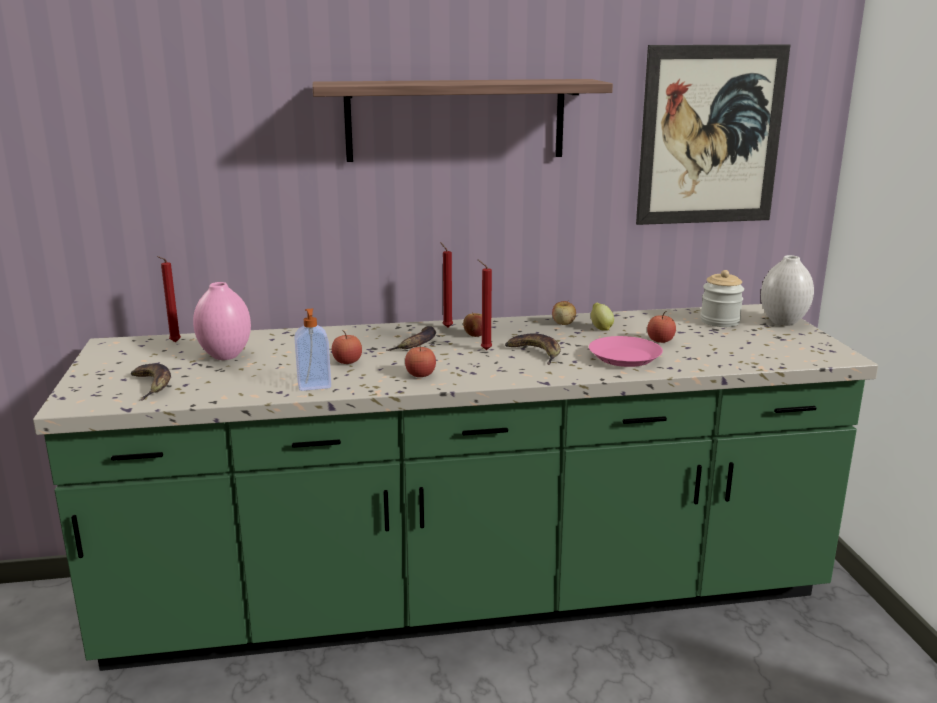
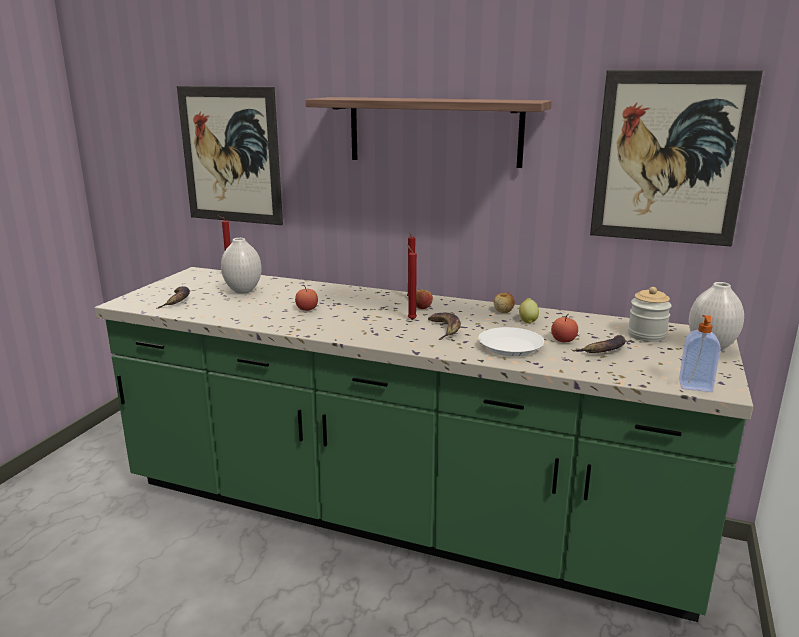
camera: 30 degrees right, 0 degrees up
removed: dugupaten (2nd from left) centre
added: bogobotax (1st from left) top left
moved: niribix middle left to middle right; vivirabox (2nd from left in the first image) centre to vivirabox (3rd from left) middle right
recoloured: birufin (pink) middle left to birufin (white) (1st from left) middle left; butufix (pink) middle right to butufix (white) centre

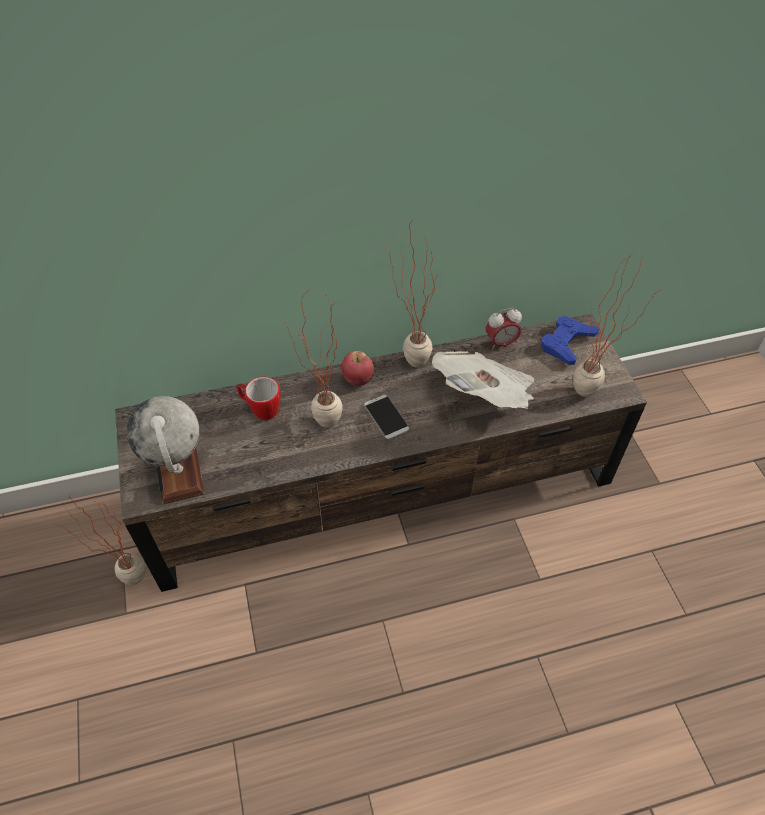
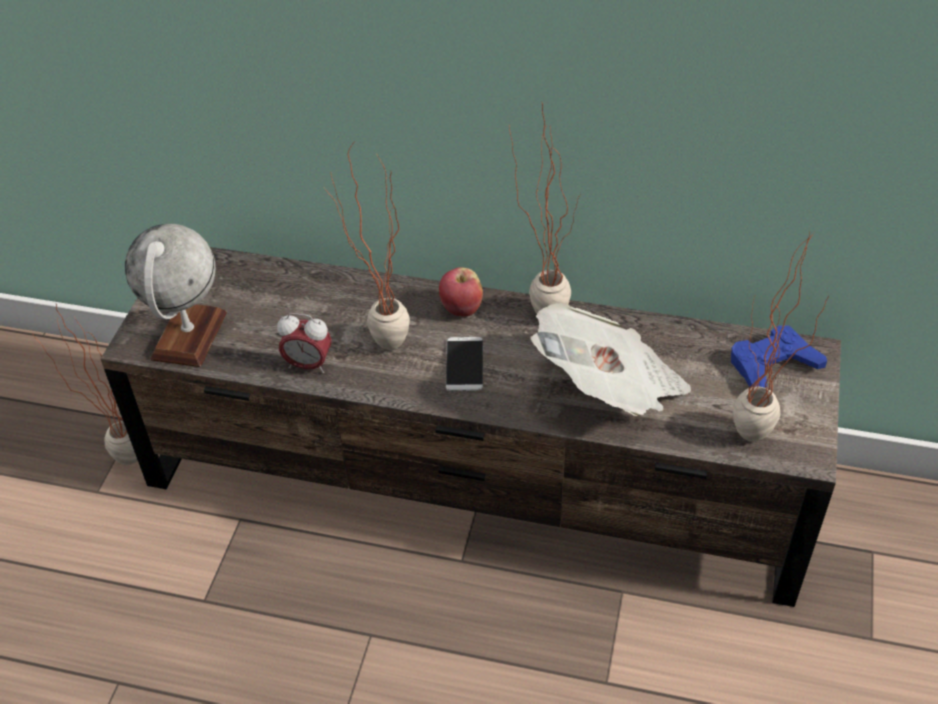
camera: 30 degrees right, 5 degrees down
removed: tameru centre
moved: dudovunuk centre to middle left

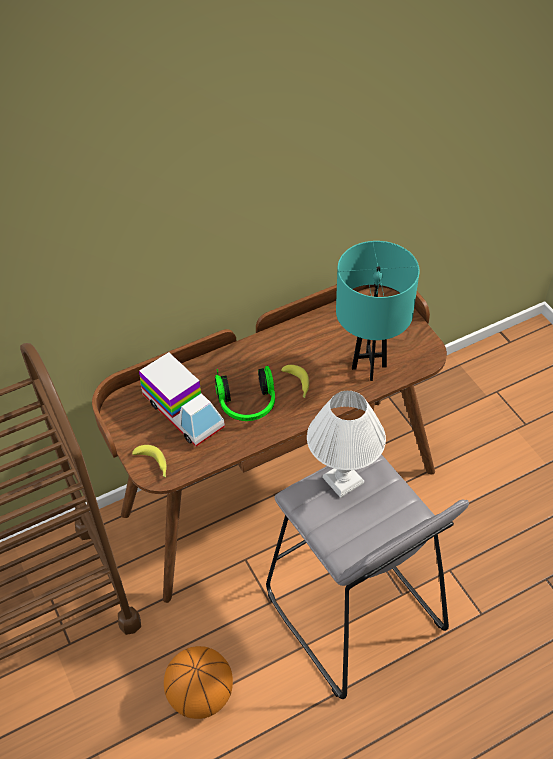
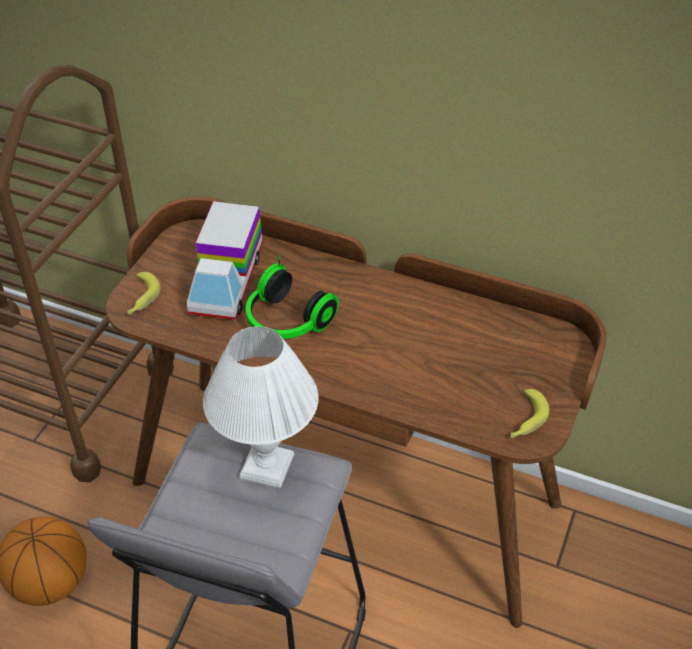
camera: 50 degrees right, 5 degrees down
removed: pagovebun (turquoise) middle right
moved: vivirabox (2nd from left) centre to middle right

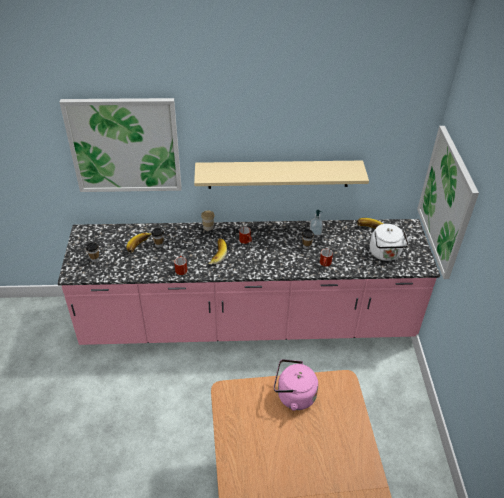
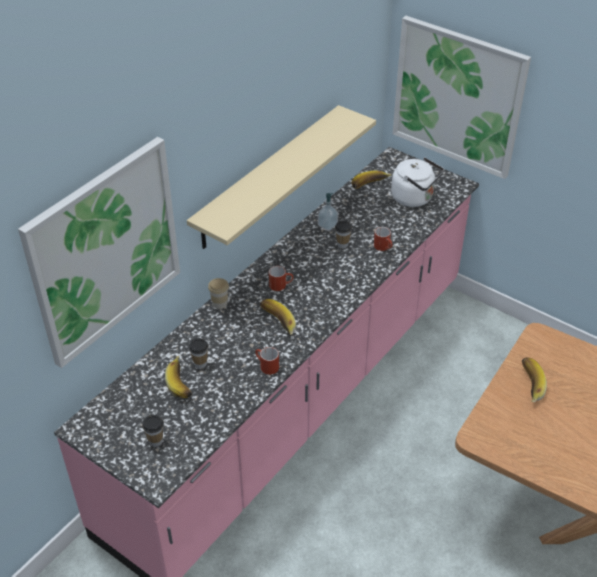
camera: 50 degrees left, 0 degrees up
replaced: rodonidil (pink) bottom centre to vivirabox (4th from left) middle right

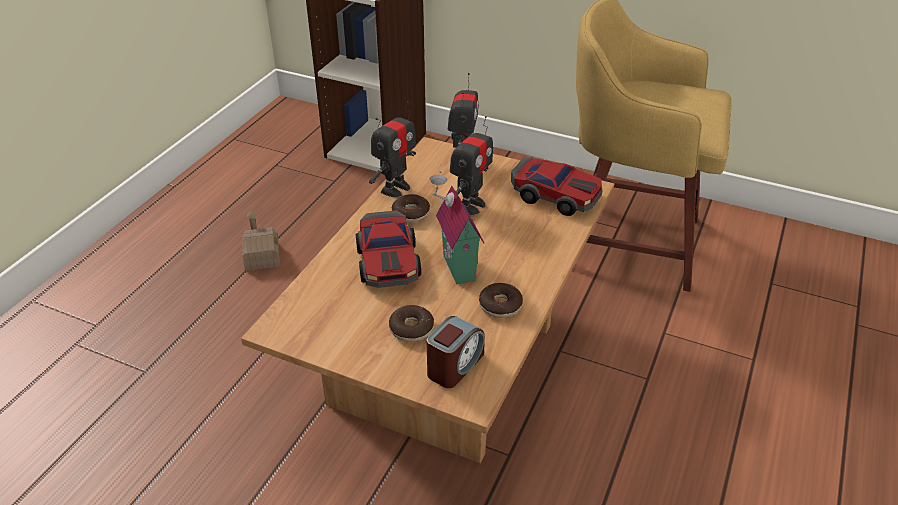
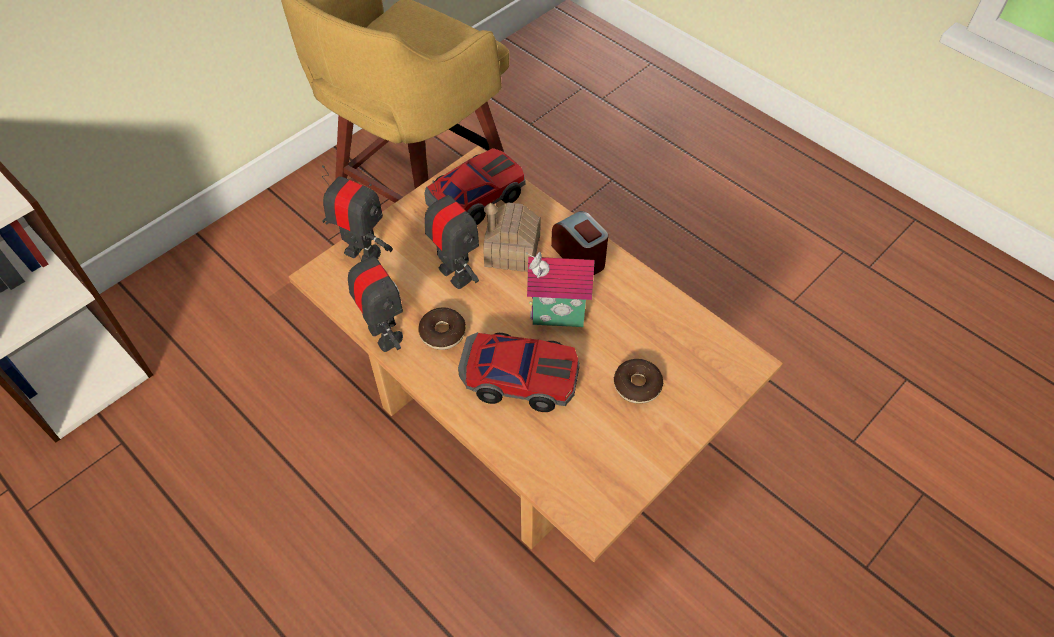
camera: 70 degrees left, 15 degrees up
removed: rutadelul (3rd from left) centre
moved: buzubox (1st from left) middle left to centre; dudovunuk bottom centre to centre

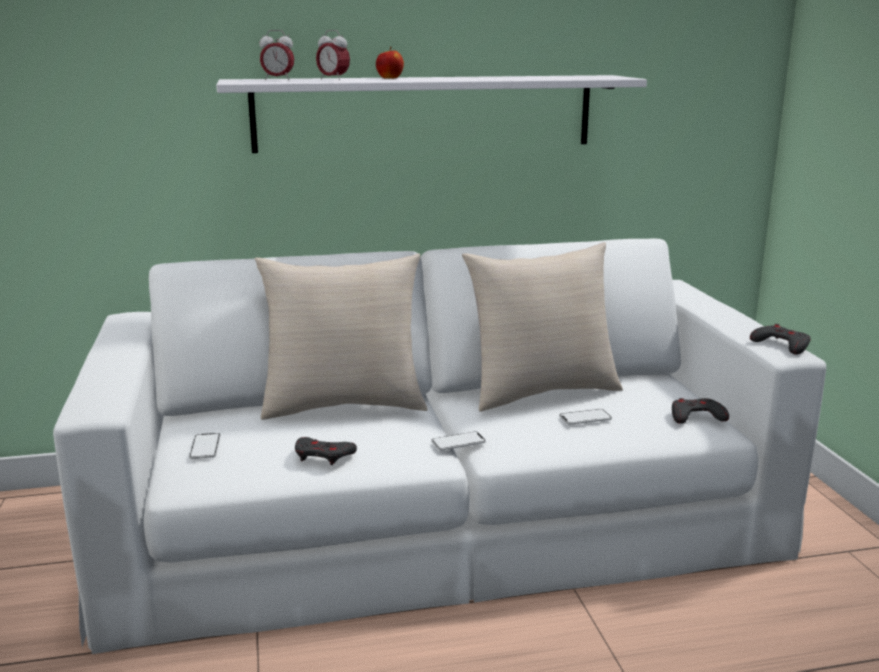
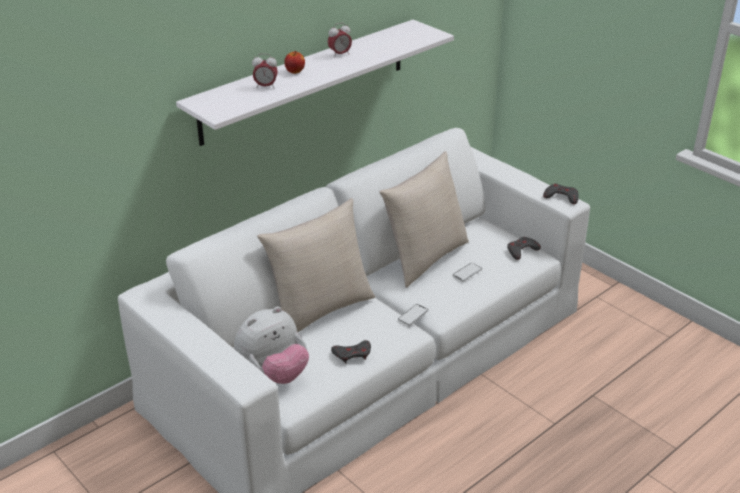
camera: 30 degrees left, 15 degrees up
moved: dudovunuk (1st from left in the first image) top left to dudovunuk (2nd from left) top centre
replaced: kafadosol (1st from left) middle left to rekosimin bottom centre

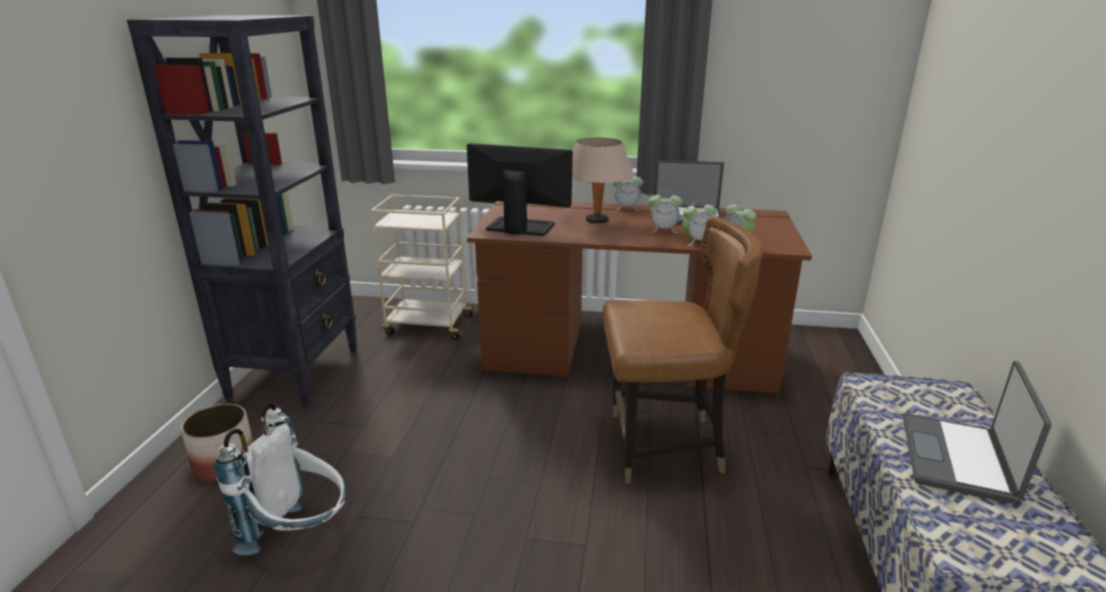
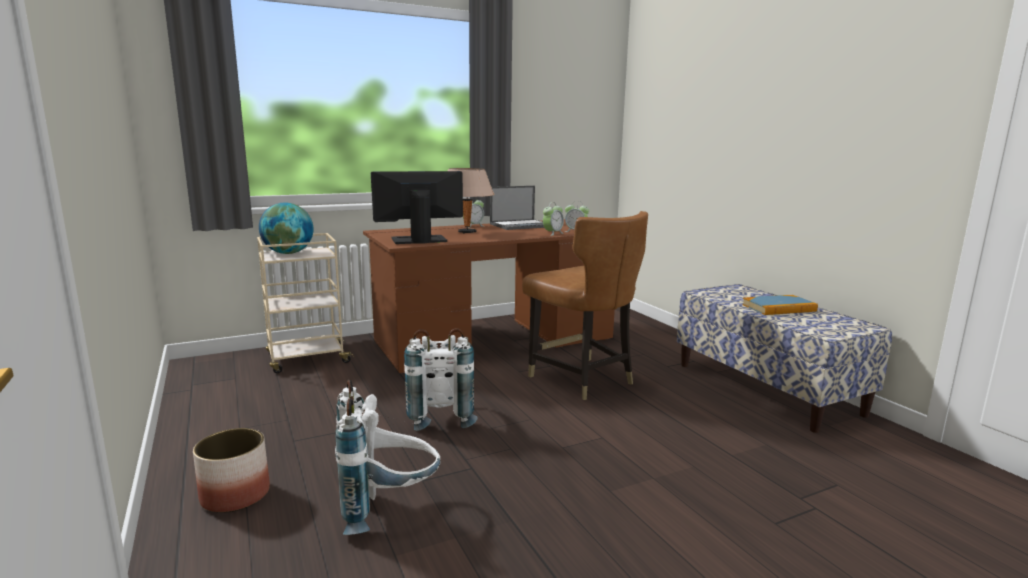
camera: 35 degrees left, 10 degrees down
removed: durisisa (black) middle left; dudovunuk (2nd from left) centre
added: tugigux middle left; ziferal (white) (2nd from left) centre
replaced: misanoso (2nd from left) bottom right to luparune middle right
turned: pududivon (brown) centre = centre 90 degrees clockwise

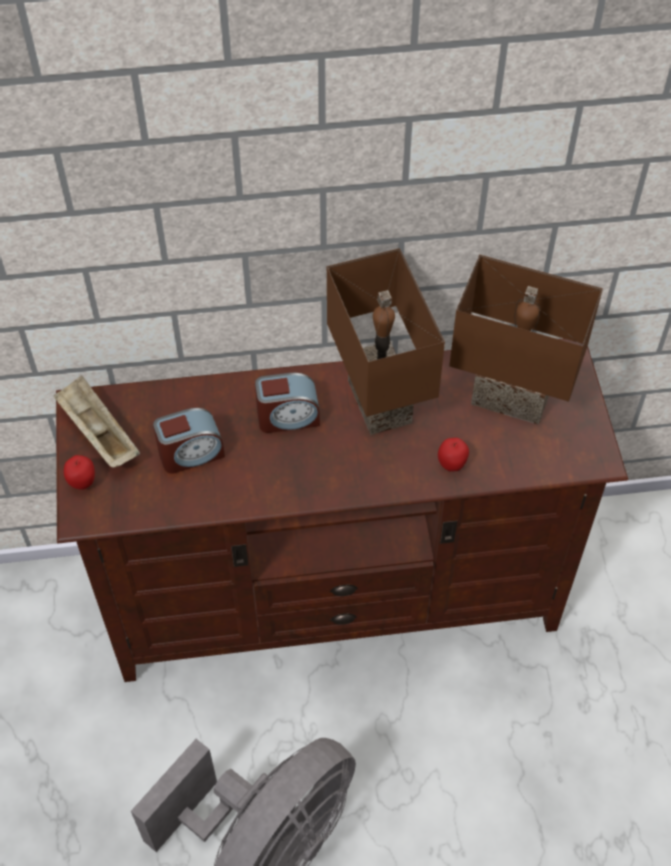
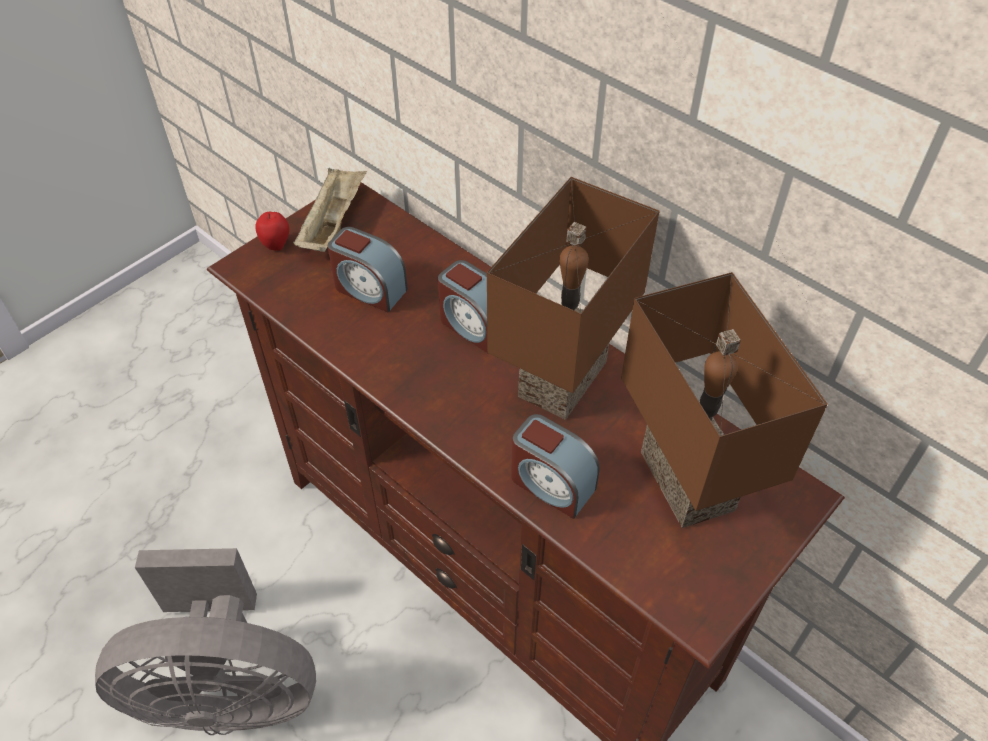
camera: 50 degrees right, 5 degrees down
replaced: dugupaten (2nd from left) middle right to dudovunuk (3rd from left) centre

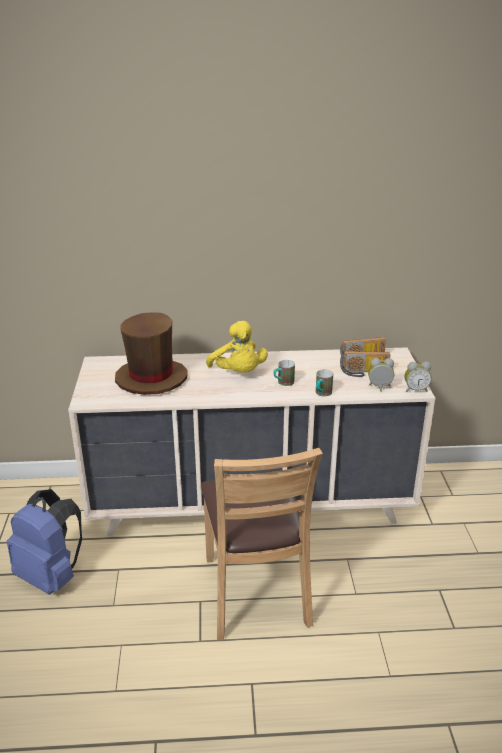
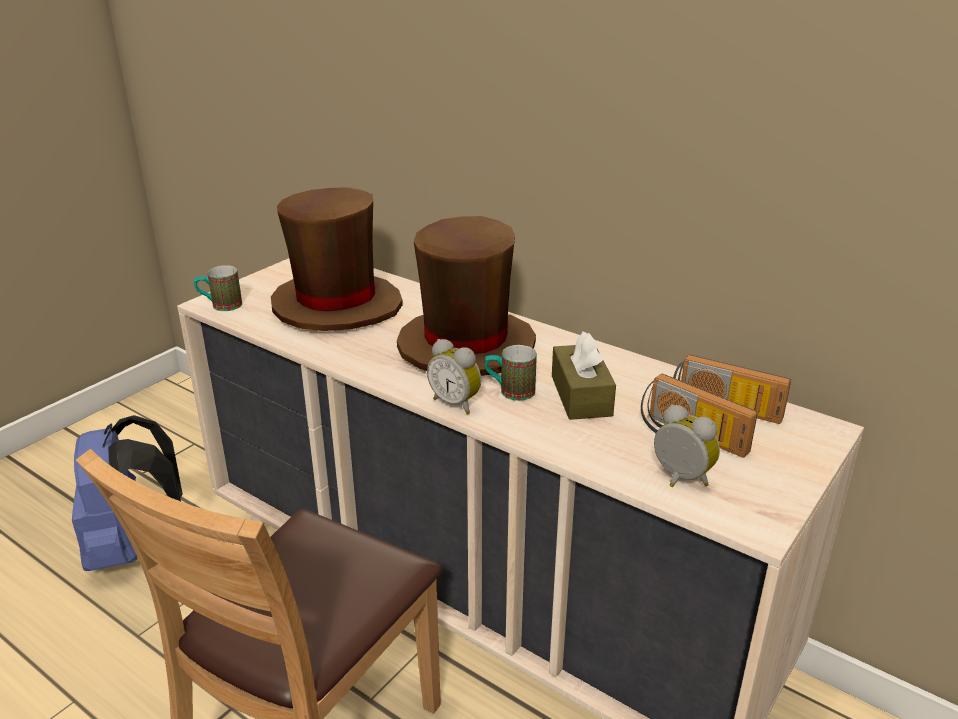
camera: 40 degrees right, 0 degrees up
added: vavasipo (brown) centre
moved: tameru (2nd from left in the first image) centre to tameru (1st from left) middle left; dudovunuk (2nd from left in the first image) middle right to dudovunuk (1st from left) centre
replaced: rekosimin (yellow) centre to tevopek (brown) (2nd from left) centre

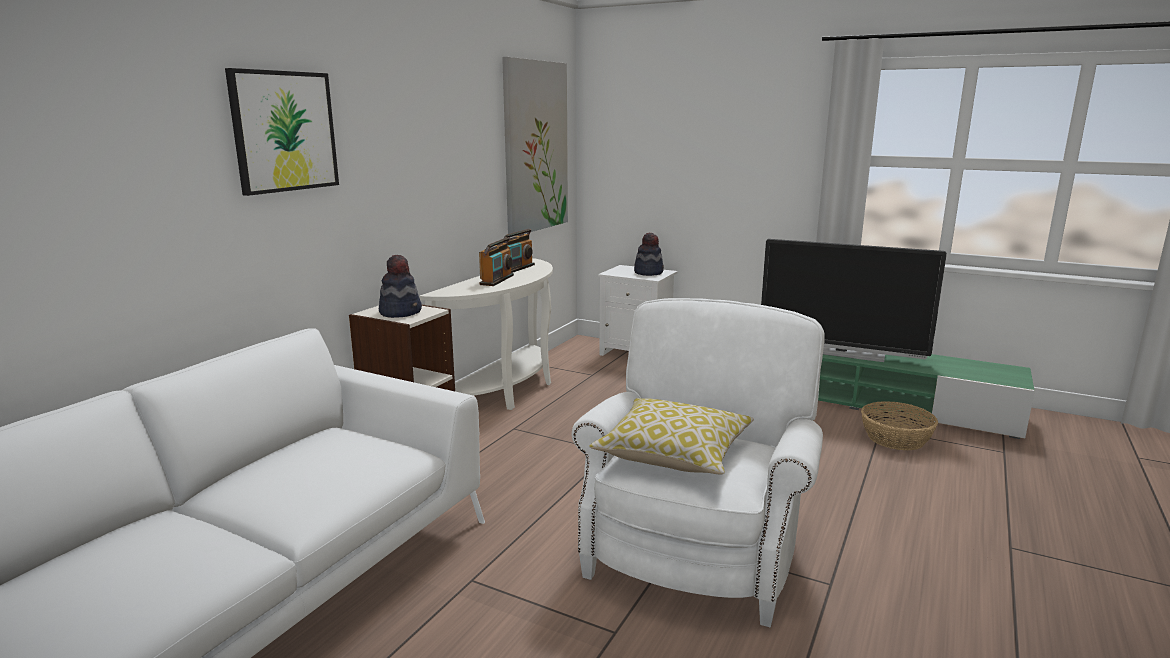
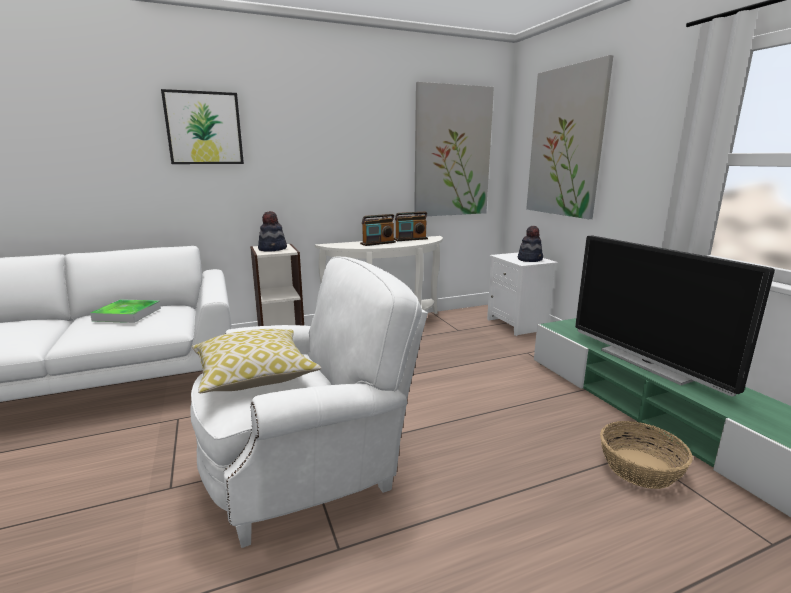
camera: 40 degrees right, 0 degrees up
added: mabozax middle left; bogobotax (3rd from left) top right

